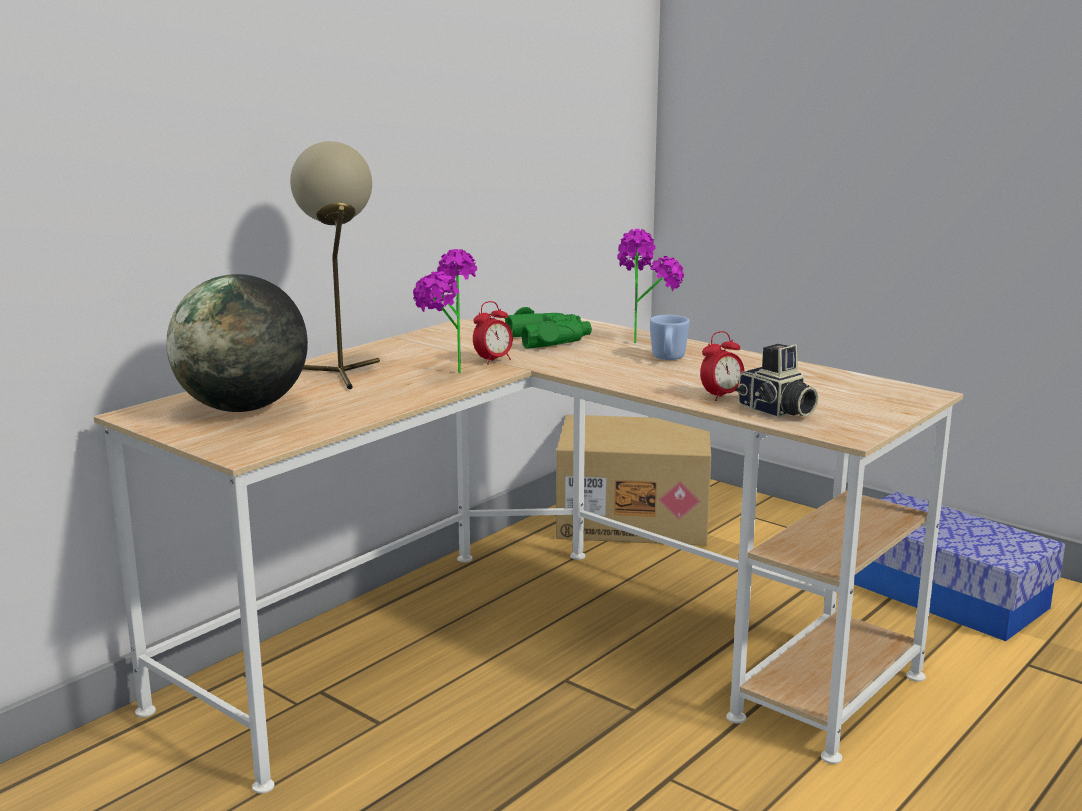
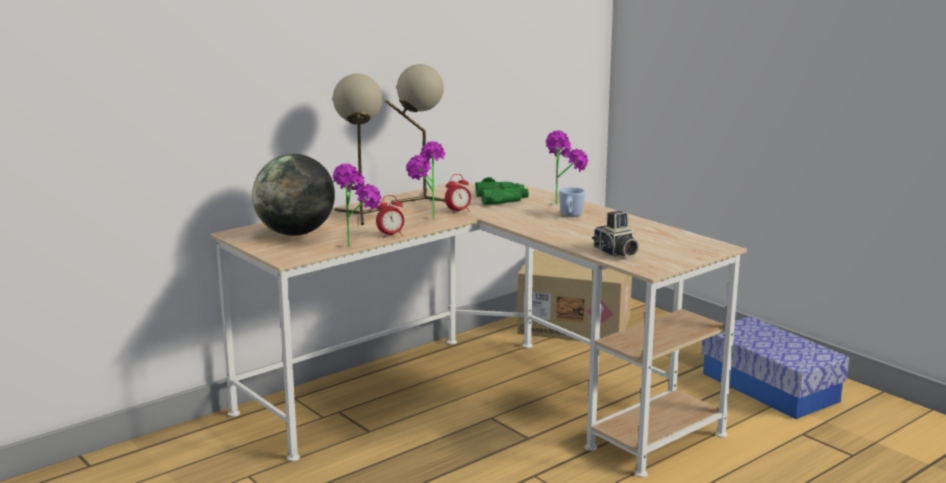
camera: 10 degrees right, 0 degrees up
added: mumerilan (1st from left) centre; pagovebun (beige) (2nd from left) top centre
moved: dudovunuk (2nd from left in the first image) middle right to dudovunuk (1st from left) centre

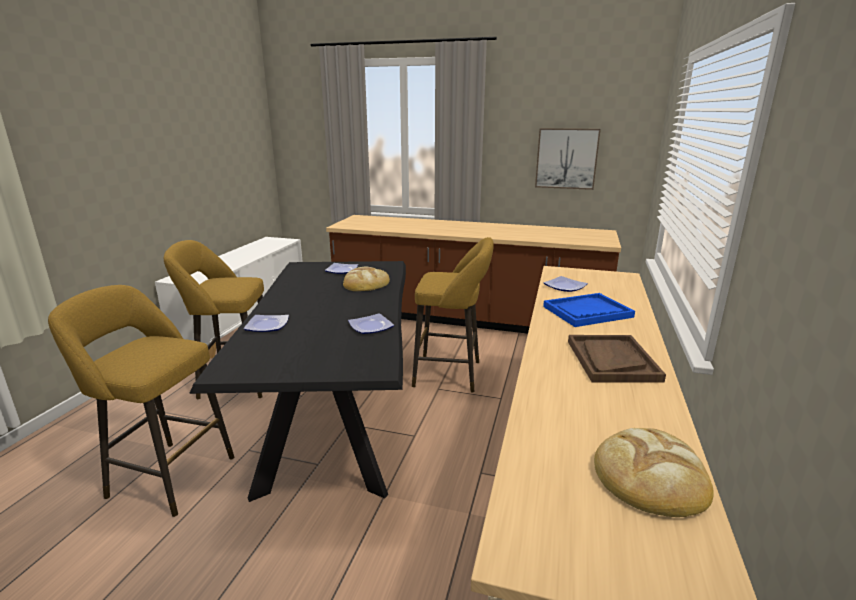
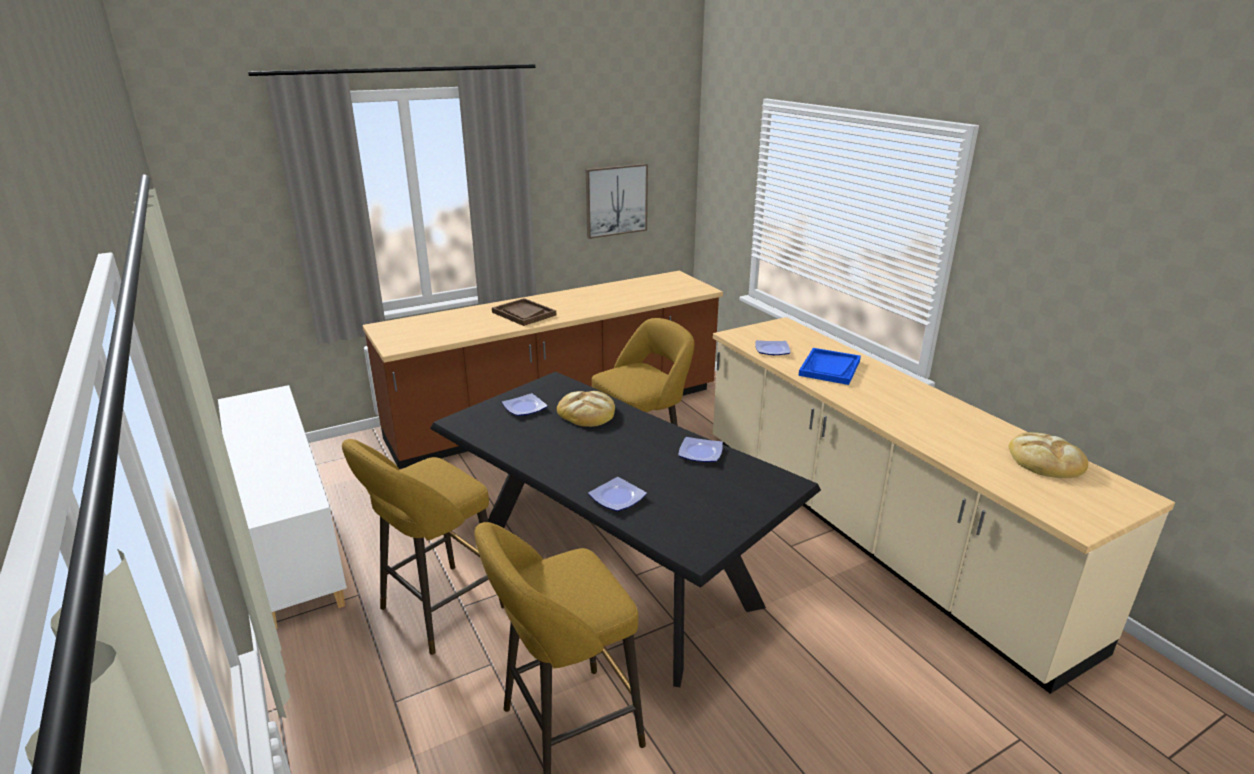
camera: 45 degrees left, 5 degrees up
moved: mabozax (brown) middle right to centre

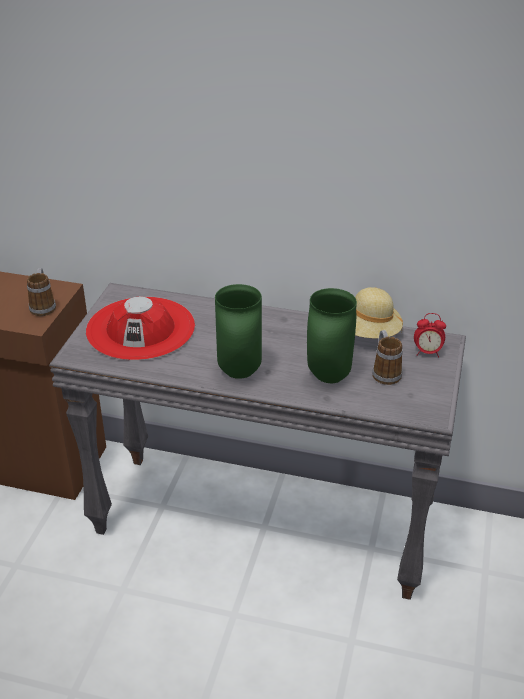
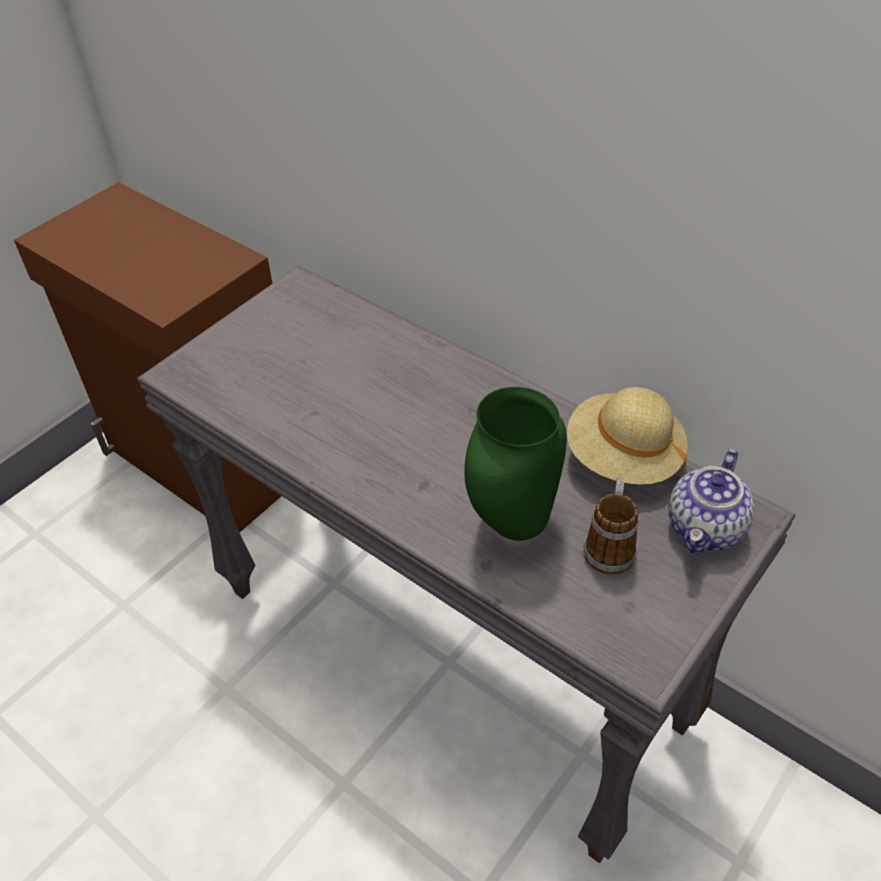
camera: 25 degrees right, 10 degrees up
removed: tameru (1st from left) middle left; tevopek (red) middle left; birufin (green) (1st from left) centre
replaced: dudovunuk middle right to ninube middle right

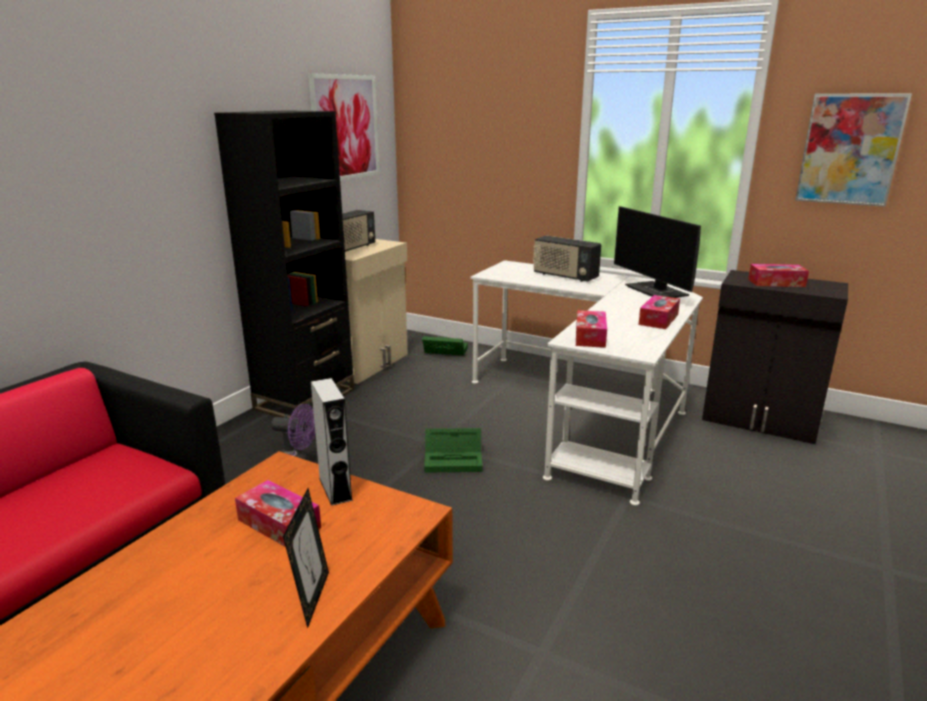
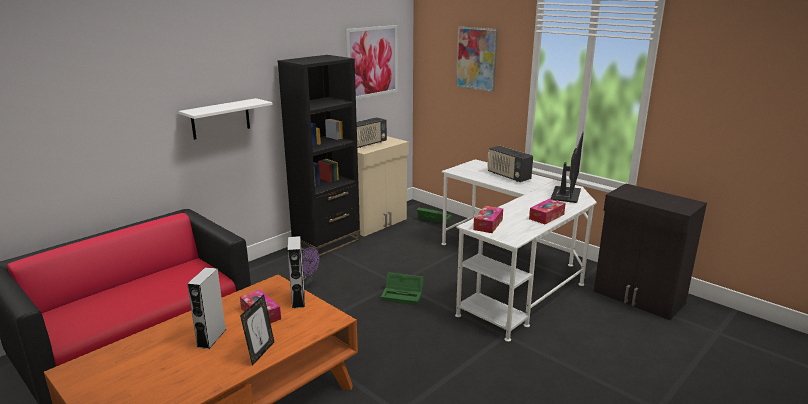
camera: 15 degrees right, 0 degrees up
removed: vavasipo (4th from left) middle right
added: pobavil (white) top left; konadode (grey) (1st from left) bottom left
moved: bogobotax (2nd from left) top right to top centre
turned: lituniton middle right = middle right 150 degrees counterclockwise

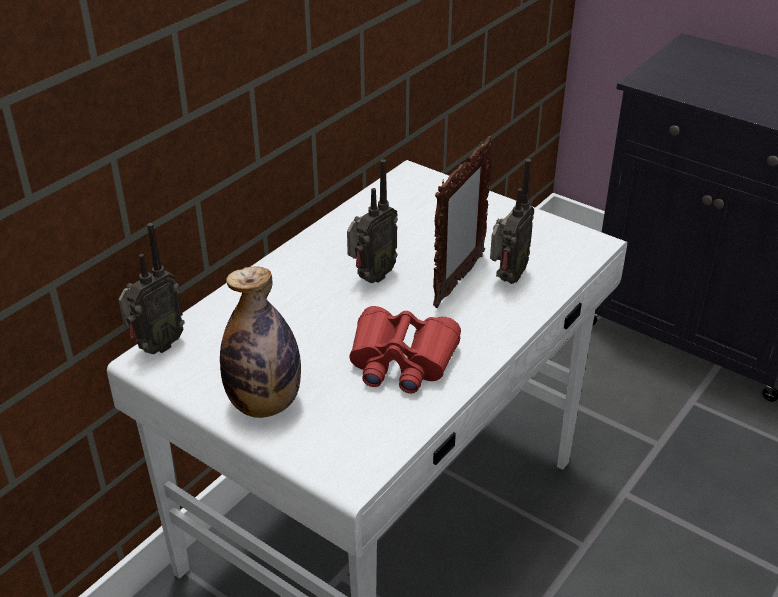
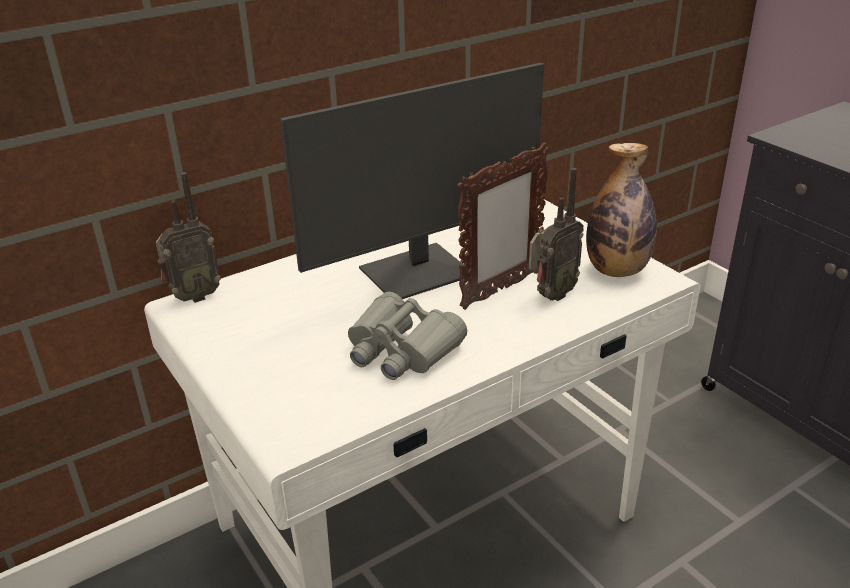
camera: 20 degrees right, 5 degrees down
moved: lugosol centre to middle right
replaced: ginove (2nd from left) centre to lituniton top centre
recoloured: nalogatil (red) centre to nalogatil (grey) centre

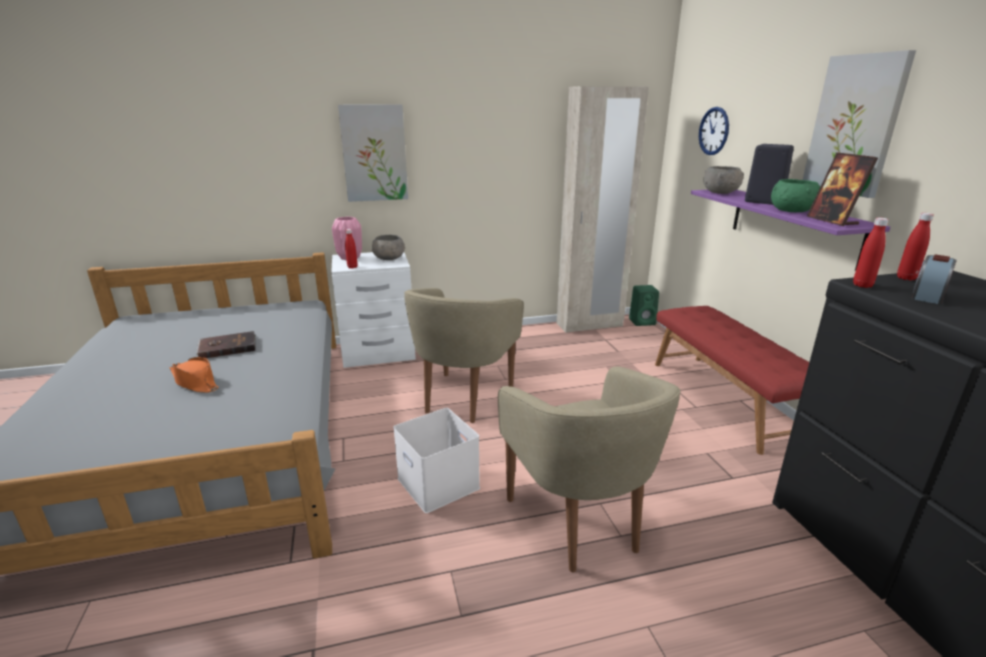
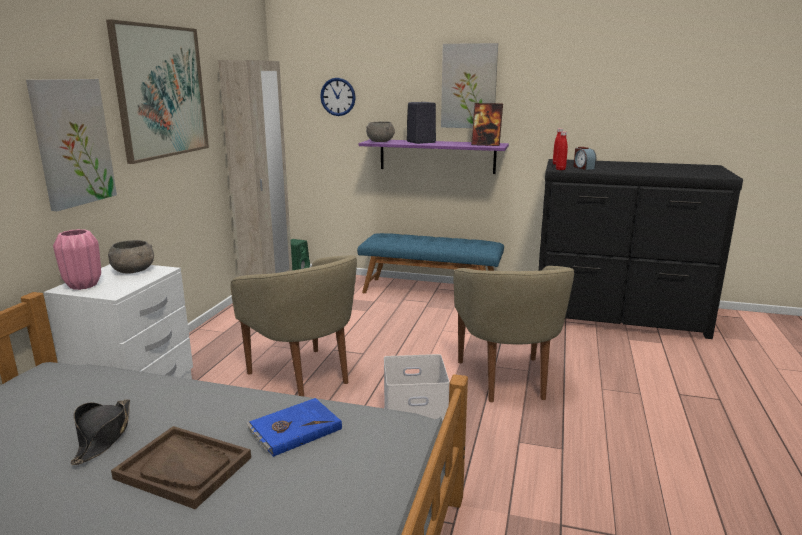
camera: 60 degrees left, 5 degrees down
removed: lugosol (red) (1st from left) centre; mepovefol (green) top right
added: bogobotax (2nd from left) top left; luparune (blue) bottom centre
replaced: tevopek (orange) middle left to mabozax (brown) bottom left; luparune (brown) middle left to tevopek (black) bottom left
recoloured: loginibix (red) middle right to loginibix (blue) centre
turned: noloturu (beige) (2nd from left) bottom centre = centre 75 degrees clockwise

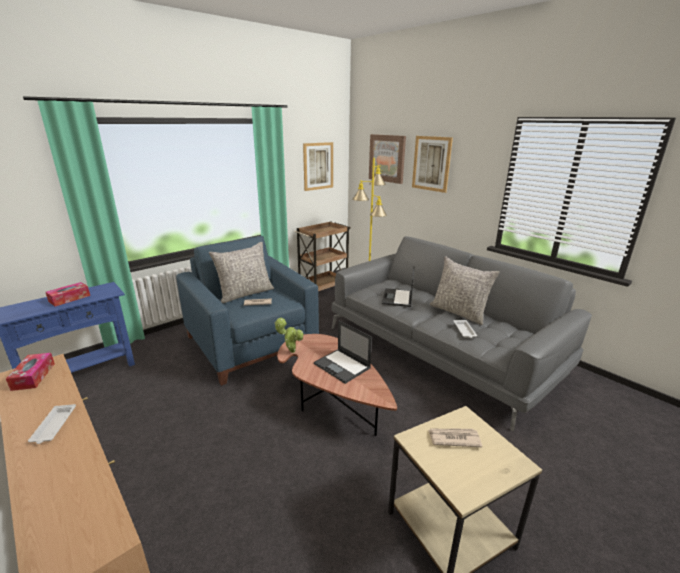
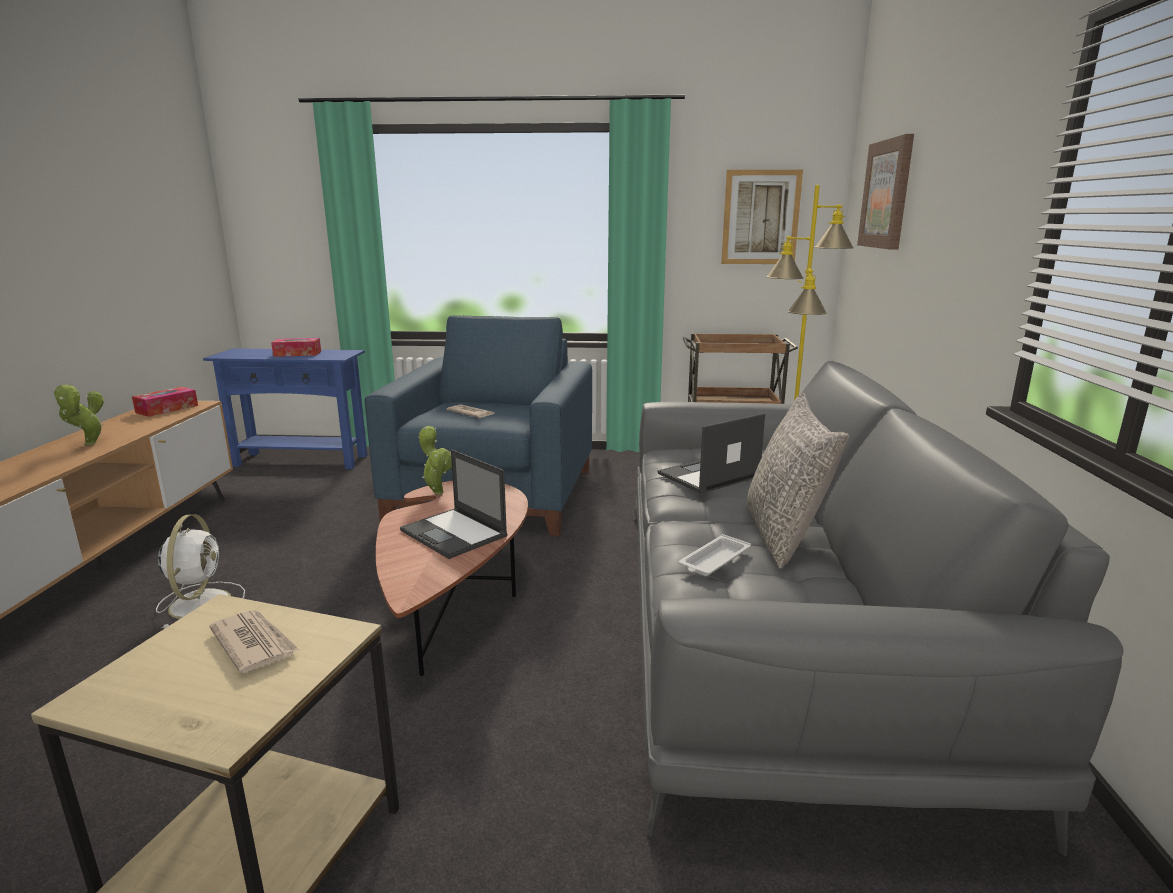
camera: 45 degrees right, 5 degrees down
removed: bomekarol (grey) (1st from left) centre; bogobotax (3rd from left) top centre
added: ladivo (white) middle left
replaced: mabozax (white) (1st from left) bottom left to mumerilan (1st from left) middle left
turned: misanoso (1st from left) centre = centre 45 degrees counterclockwise

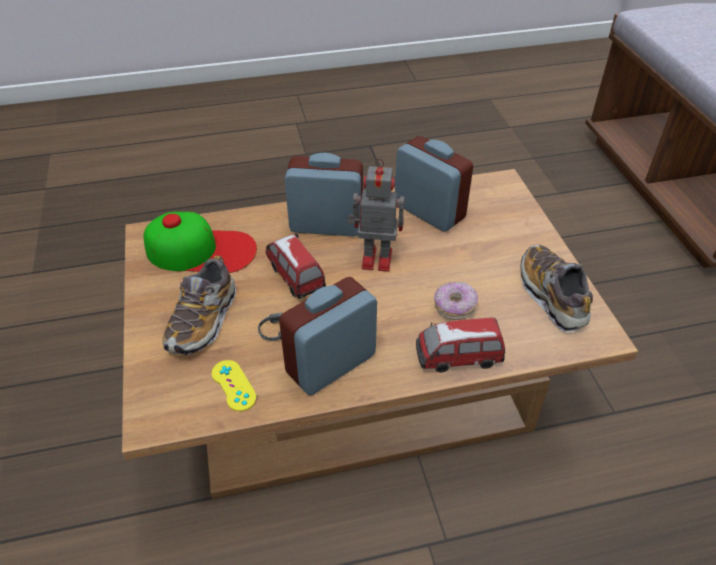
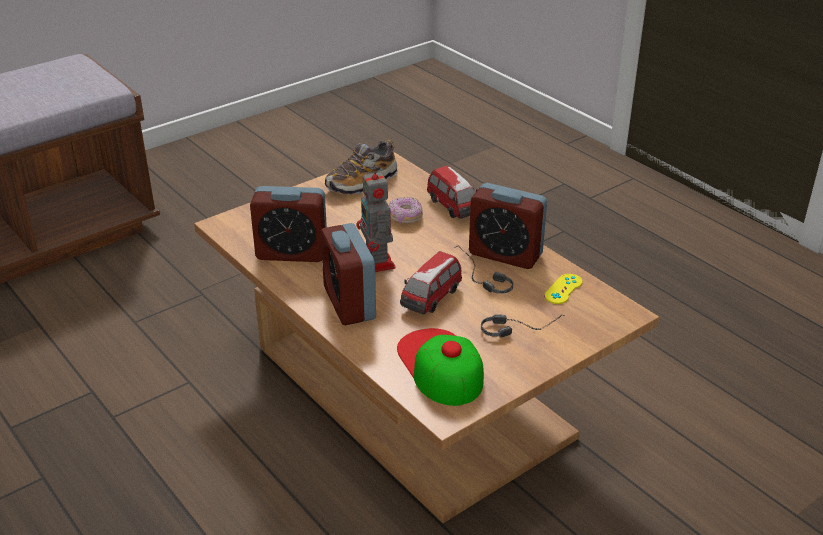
camera: 115 degrees left, 10 degrees down
replaced: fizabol (1st from left) middle left to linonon (2nd from left) centre
turned: dudovunuk (3rd from left in the first image) top centre = centre 105 degrees counterclockwise

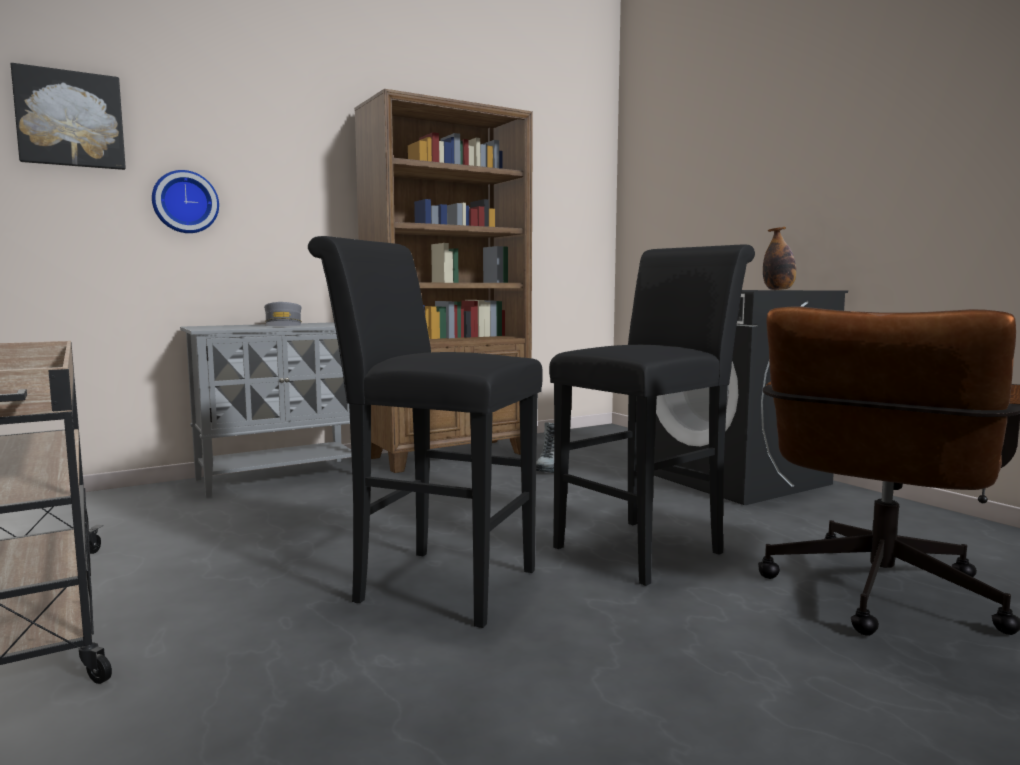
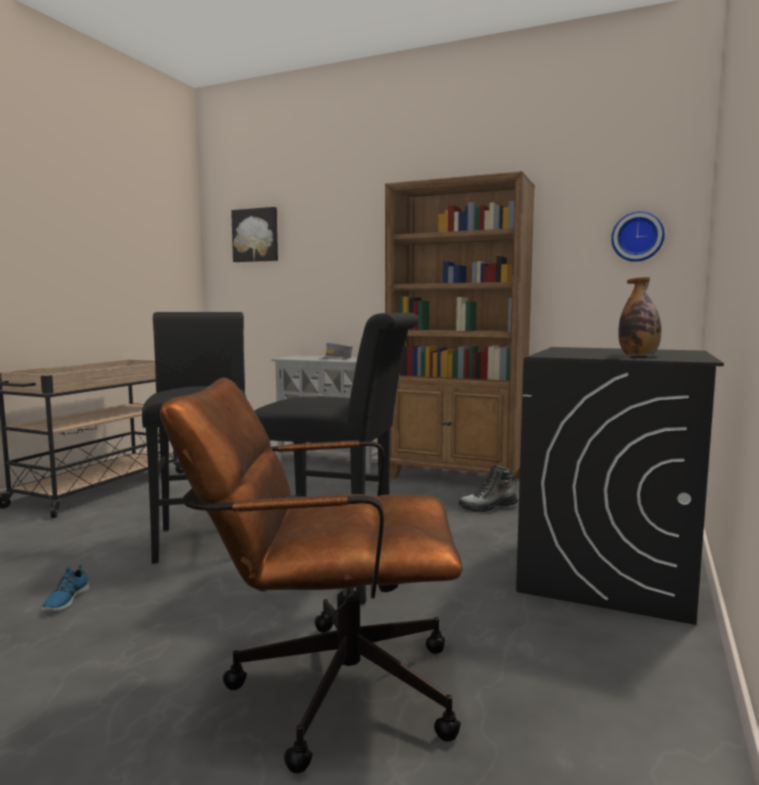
camera: 55 degrees right, 0 degrees up
added: fizabol bottom left
moved: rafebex top left to top right

